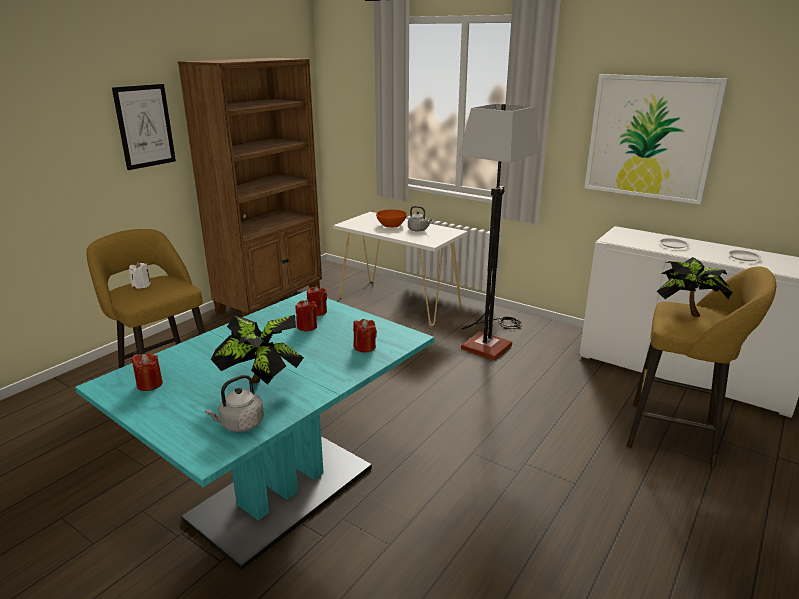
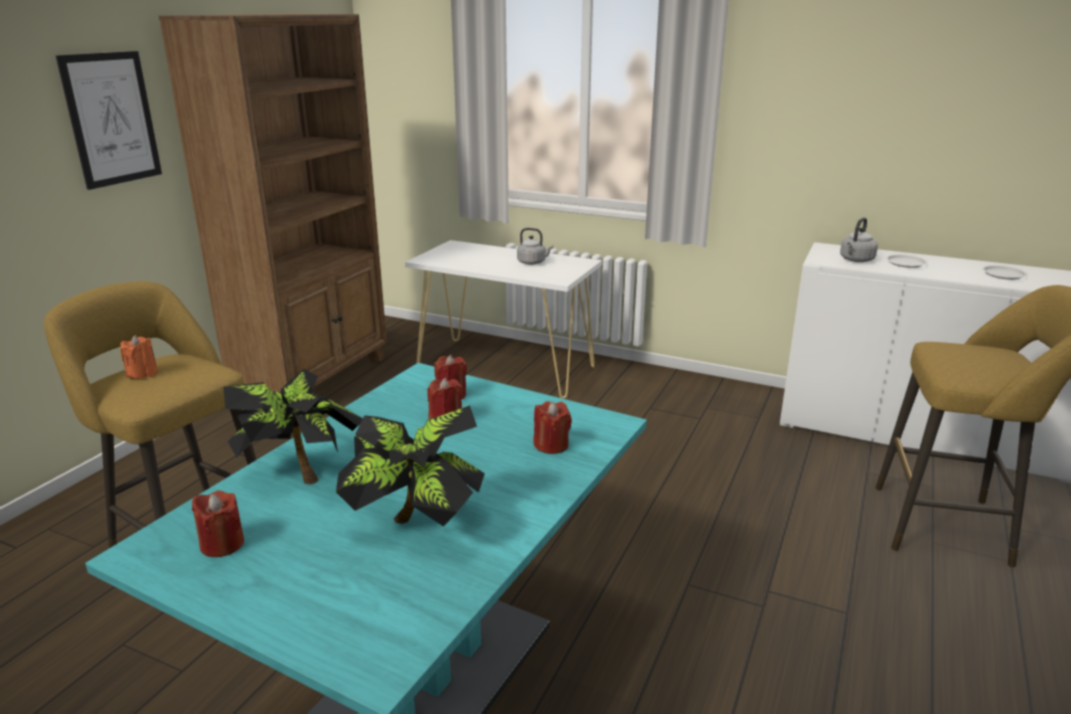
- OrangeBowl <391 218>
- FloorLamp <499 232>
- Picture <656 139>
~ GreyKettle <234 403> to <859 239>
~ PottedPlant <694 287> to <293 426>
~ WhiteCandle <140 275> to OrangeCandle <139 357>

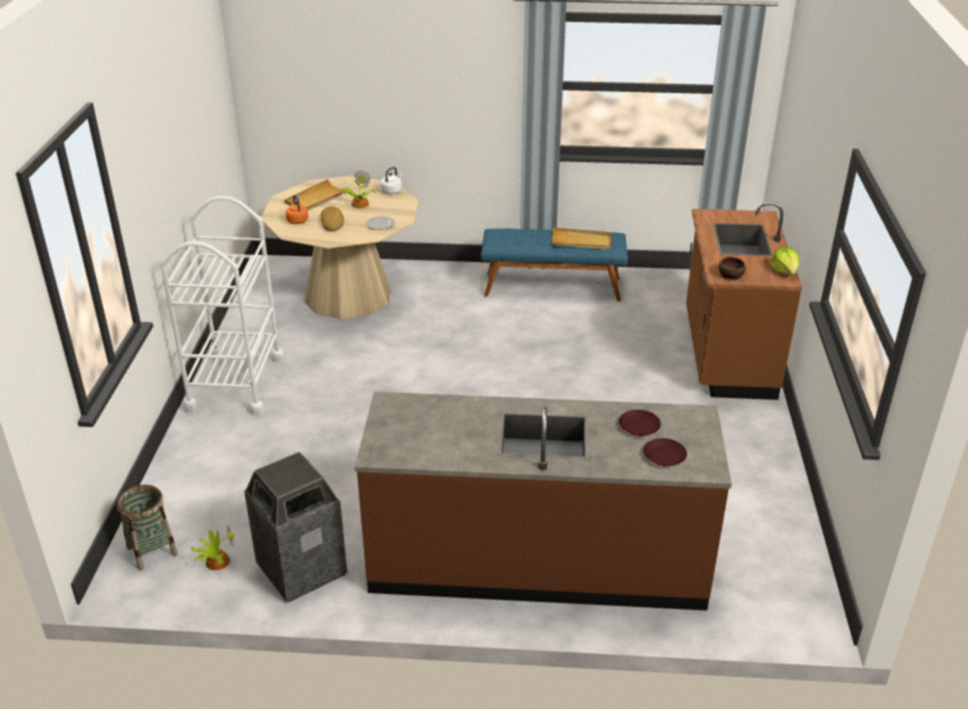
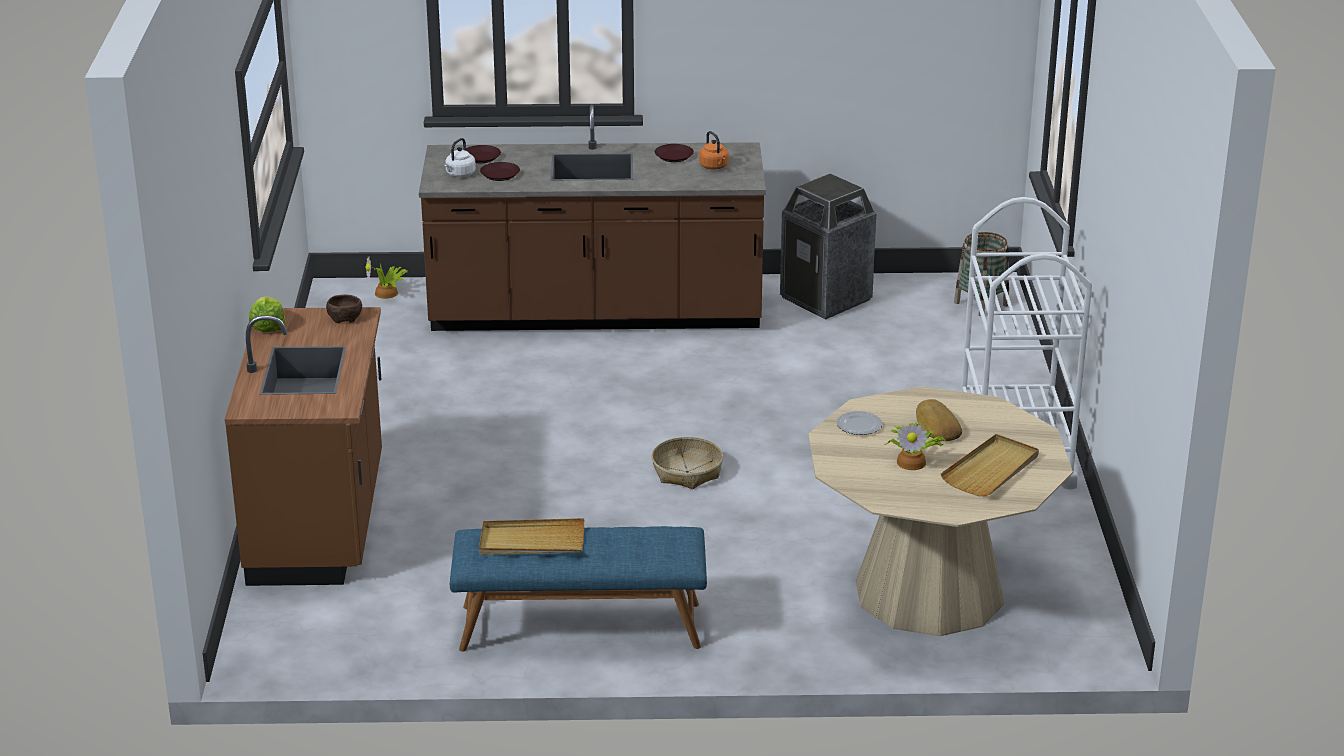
+ Basket <687 463>
+ BrownPlate <674 153>
~ PottedPlant <212 548> to <386 277>
~ OrangeKettle <296 209> to <714 150>
~ WhiteKettle <391 180> to <460 157>

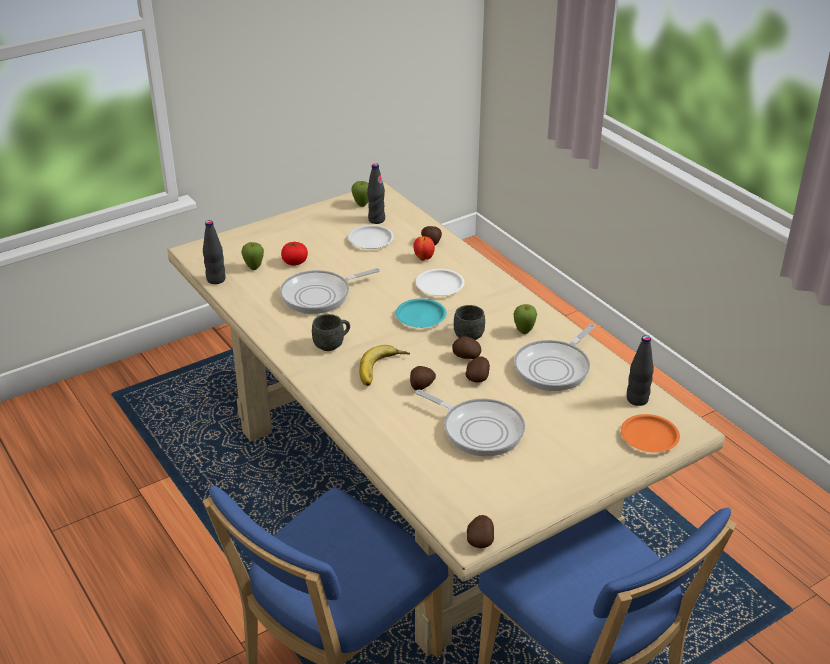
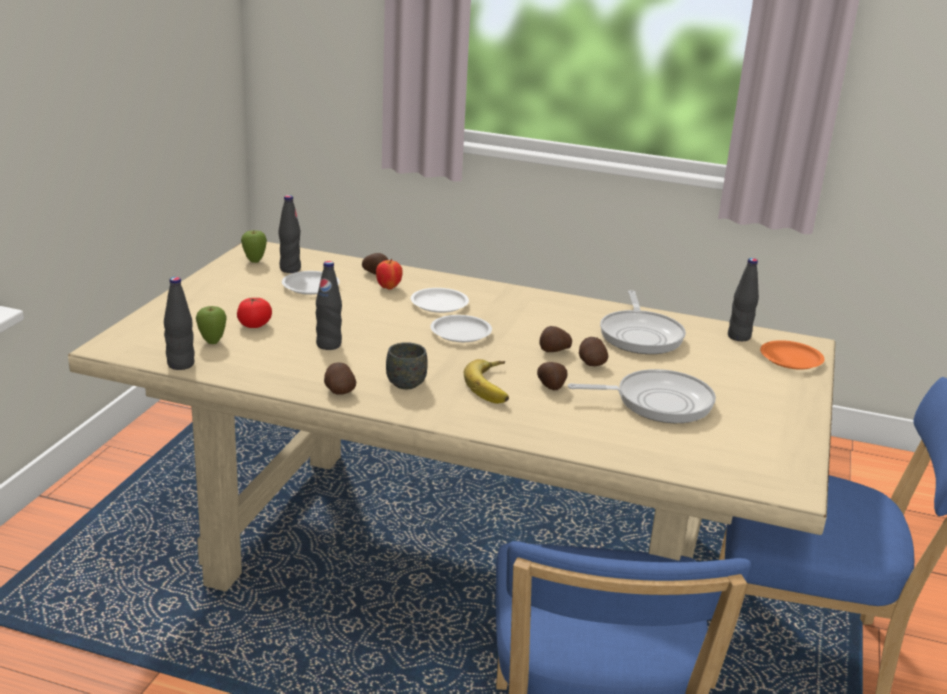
- GreyMug <469 322>
- Apple <525 319>
~ Potato <480 531> to <340 378>
~ FryingPan <330 291> to BlackBottle <329 305>
~ TurquoisePlate <421 313> to WhitePlate <461 328>

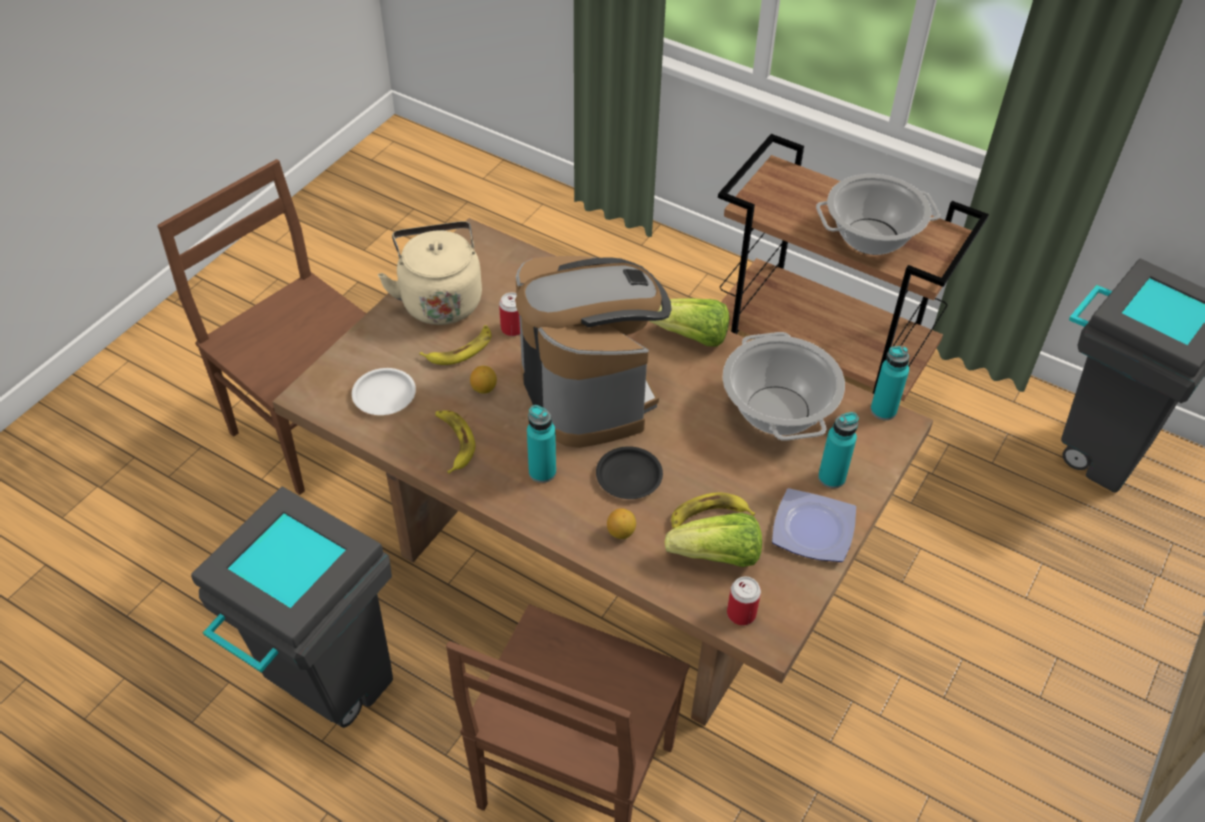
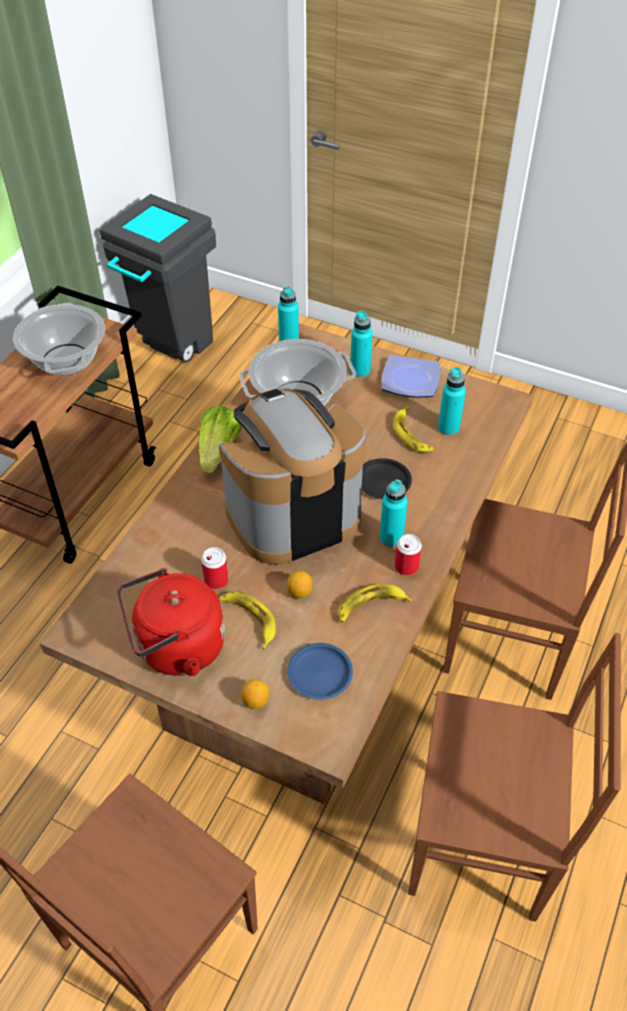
~ Lemon <621 523> to <255 694>
~ Can <744 601> to <408 555>
~ GreyTrashCan <292 607> to BrownChair <514 777>
~ Lettuce <713 540> to TurquoiseBottle <452 401>
~ WhitePlate <384 391> to BluePlate <320 671>
~ BeigeKettle <430 273> to RedKettle <171 622>

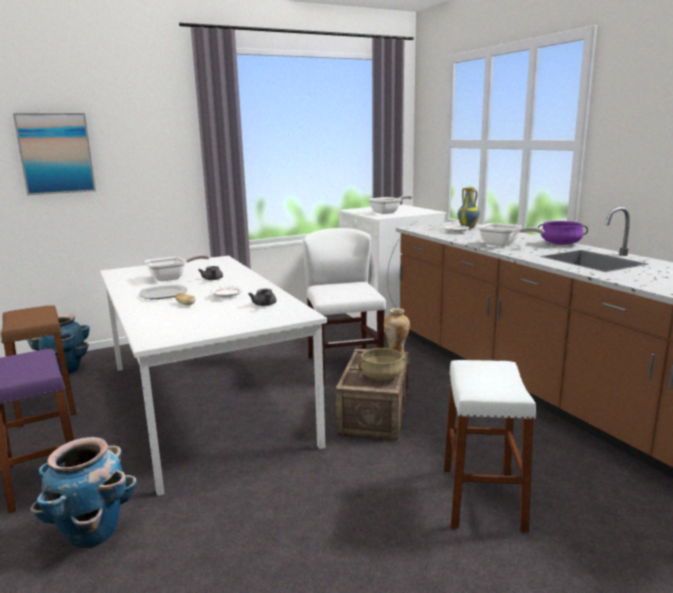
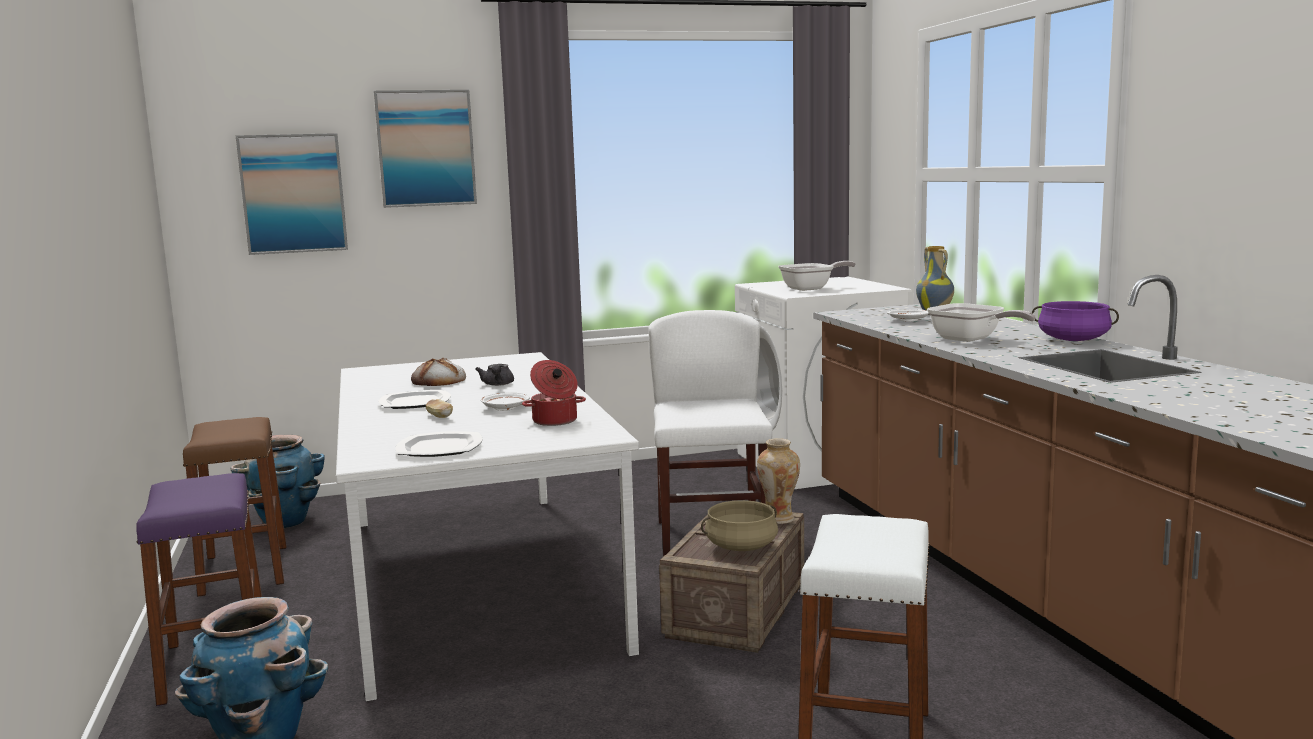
+ Picture <425 149>
+ Plate <439 444>
~ FryingPan <177 268> to Bread <438 372>
~ GreyTeapot <262 297> to CookingPot <554 393>

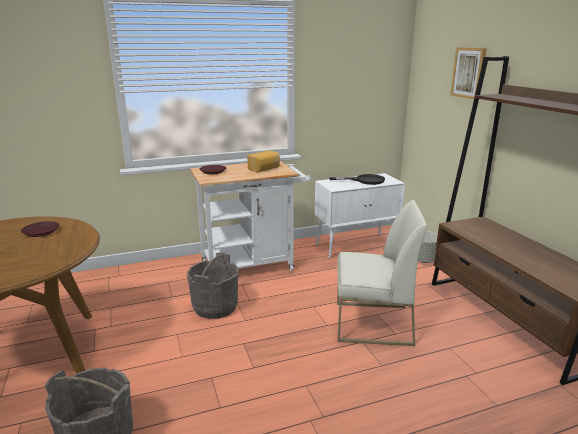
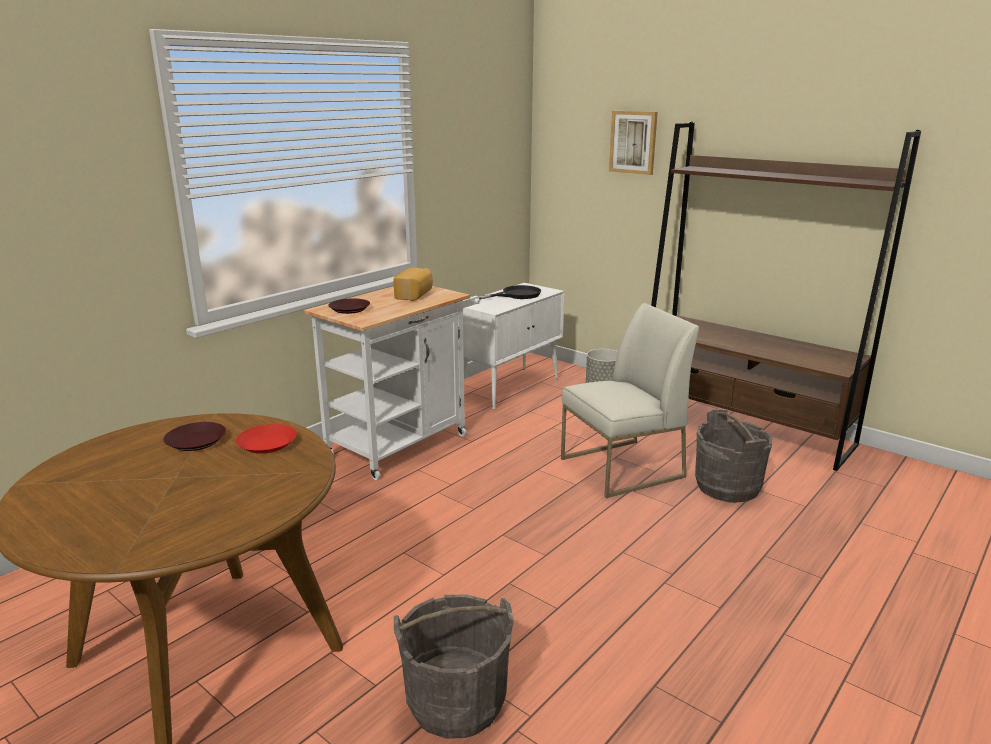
+ RedPlate <266 439>
~ GreyBucket <213 285> to <734 456>

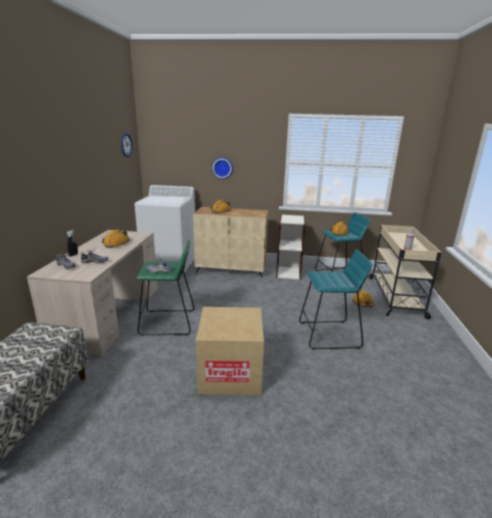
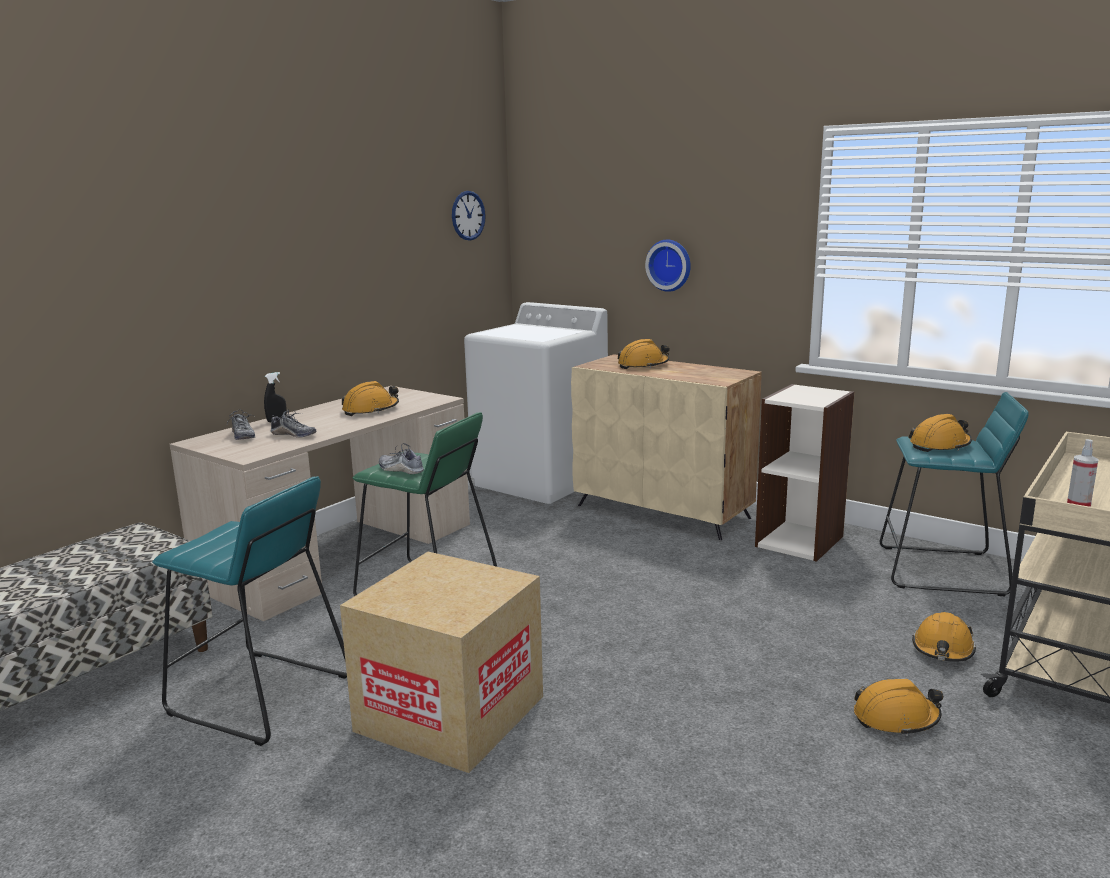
+ OrangeHardHat <898 707>
~ TurquoiseStool <335 299> to <249 611>

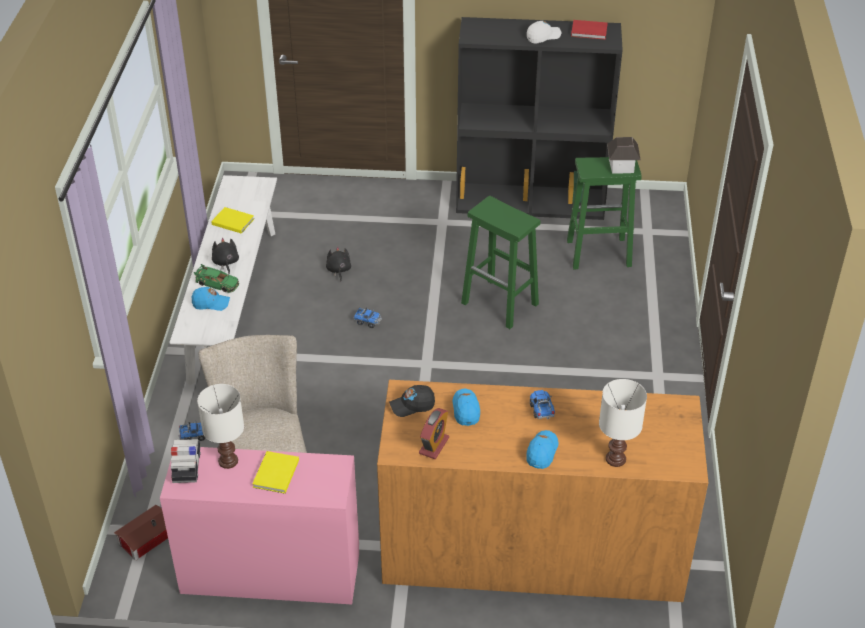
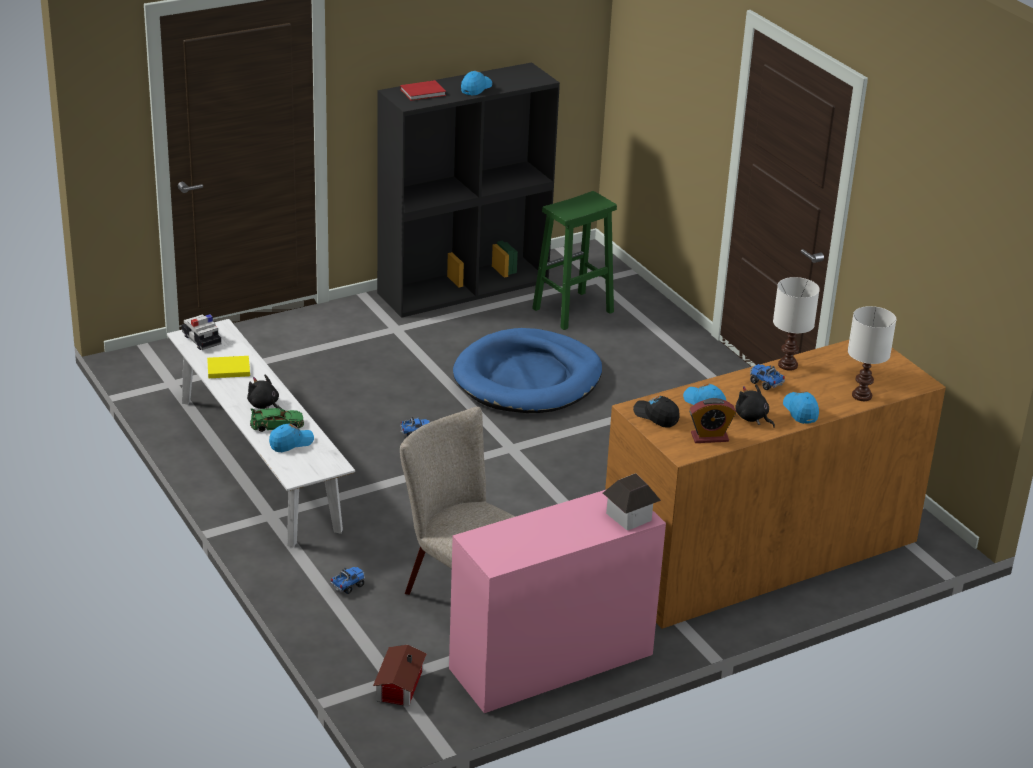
- YellowBook <275 472>
~ ToyCar <186 461> to <201 332>
~ WhiteTableLamp <220 426> to <796 324>
~ BlackPlushToy <338 264> to <755 406>
~ RedBook <589 30> to <423 90>
~ ToyHouse <624 155> to <632 501>
~ GreenStool <501 262> to BlueDogBed <527 370>
~ WhiteCap <544 32> to BlueCap <476 83>
~ BlackCap <412 401> = <656 411> 90 degrees clockwise
~ AlarmClock <434 433> = <712 420> 90 degrees clockwise

